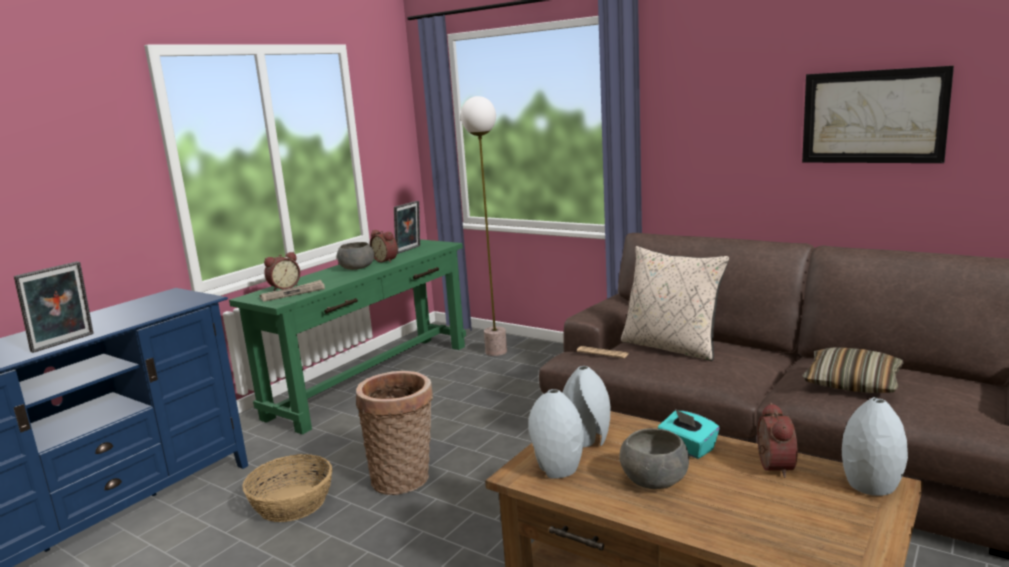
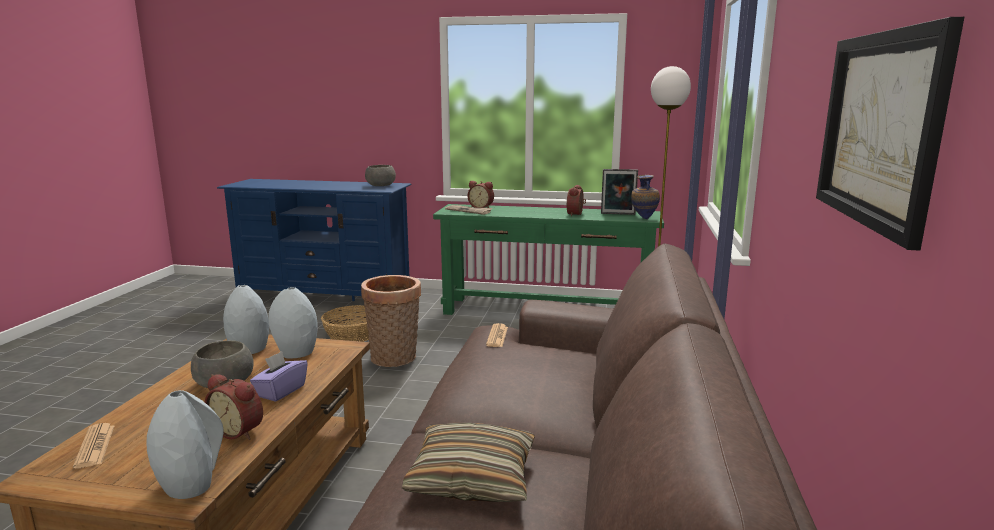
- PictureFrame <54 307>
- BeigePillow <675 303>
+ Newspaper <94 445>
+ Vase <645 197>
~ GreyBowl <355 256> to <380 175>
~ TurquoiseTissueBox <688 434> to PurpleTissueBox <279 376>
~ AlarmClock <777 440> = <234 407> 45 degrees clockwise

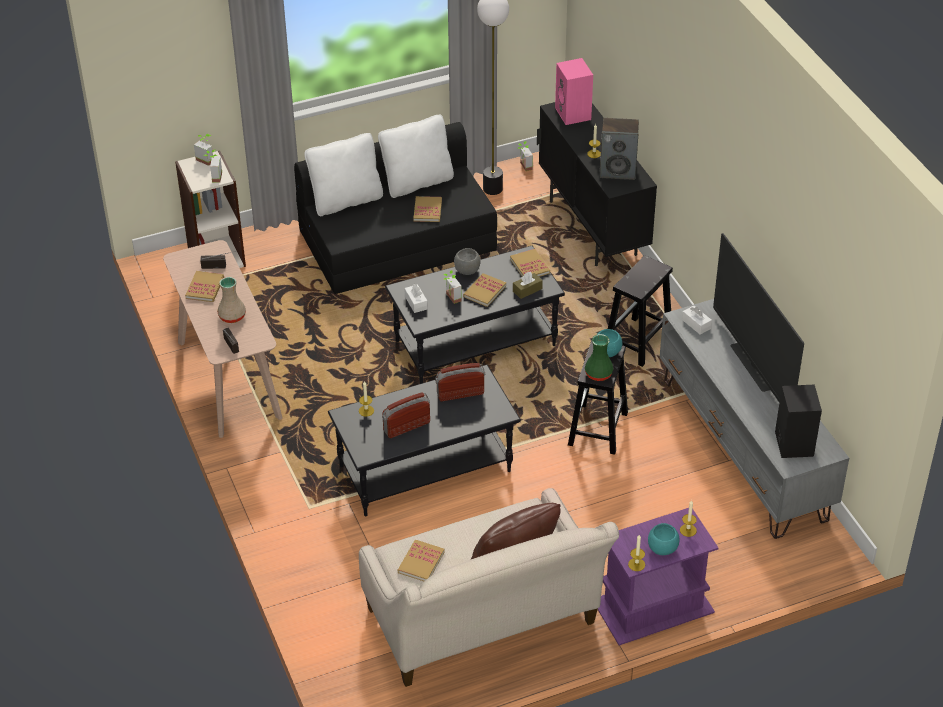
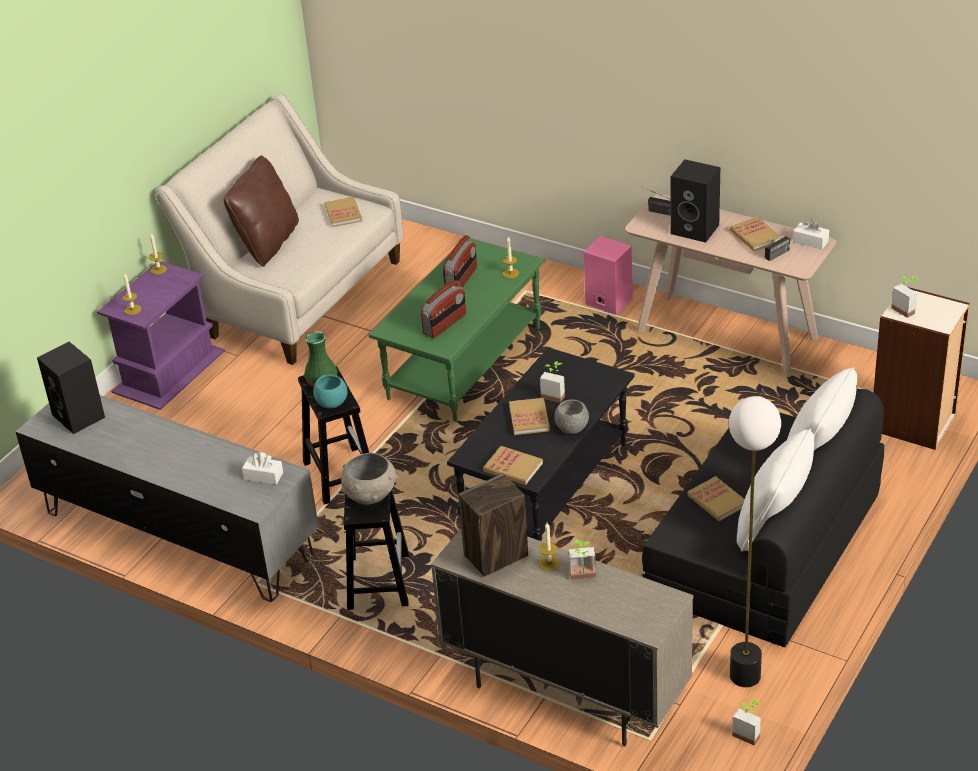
- BrownTissueBox <528 285>
- TurquoiseBowl <664 539>
- Television <758 317>
+ GreyBowl <369 479>
~ PottedPlant <203 150> to <582 560>
~ WhiteTissueBox <416 298> to <811 234>
~ PinkSpeaker <574 91> to <608 275>
~ BeigeVase <231 300> to BlackSpeaker <695 201>
~ BlackCoffeeTable <424 440> to GreenCoffeeTable <456 329>
~ BlackCabinet <597 184> to BeigeCabinet <562 637>

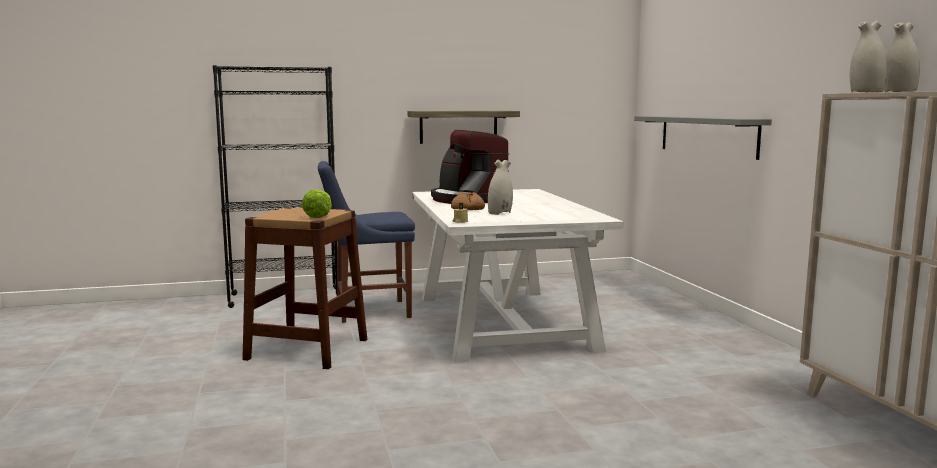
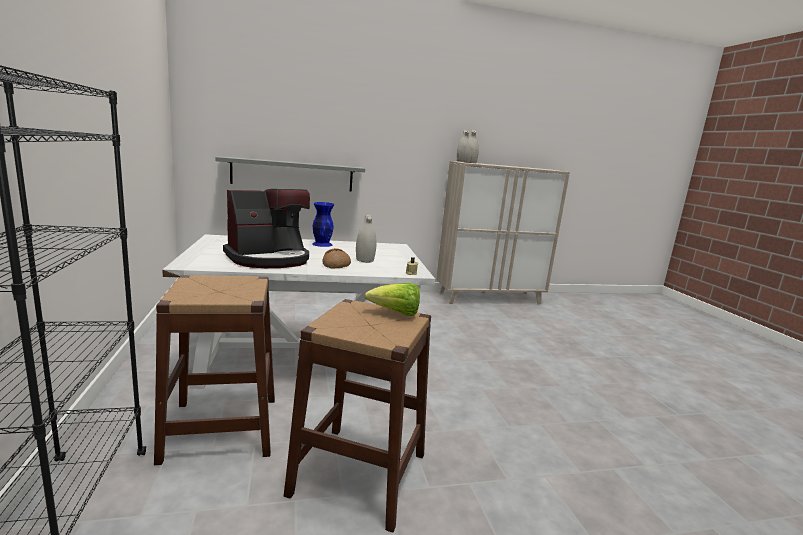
- Shelf <464 127>
+ BlueVase <323 224>
~ BlueChair <366 242> to BrownStool <214 370>

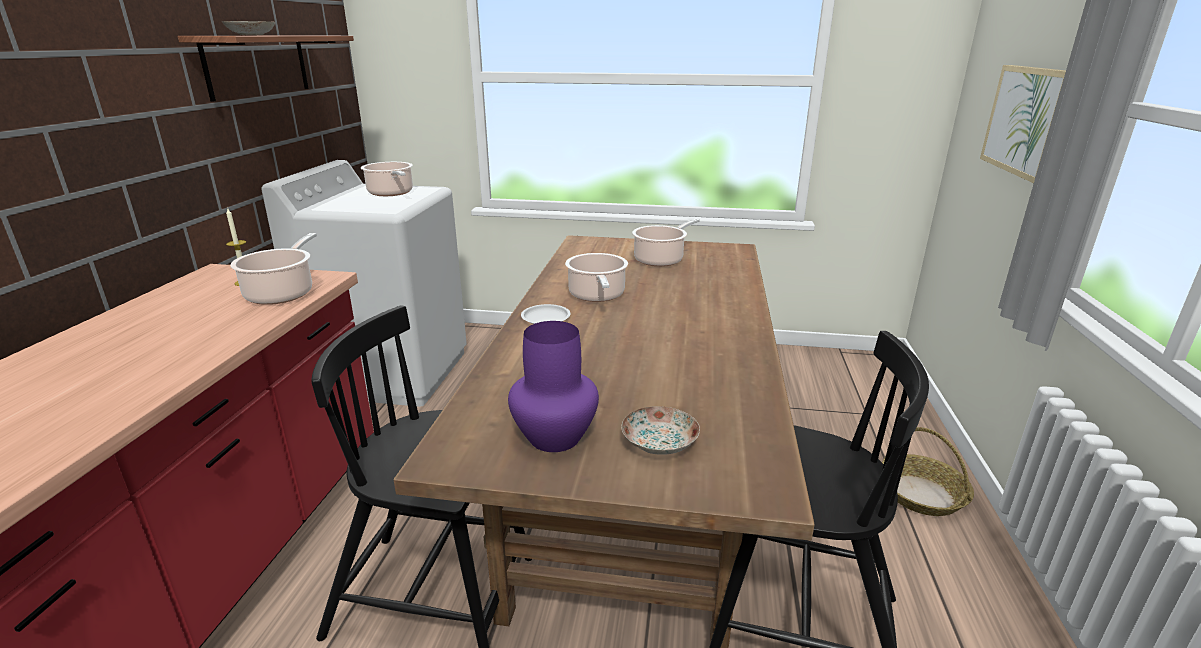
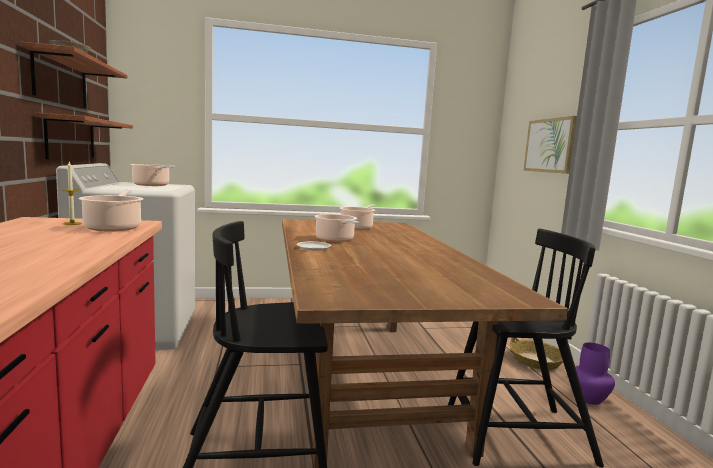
- Plate <660 430>
+ Shelf <84 136>
~ PurpleVase <553 386> to <595 374>

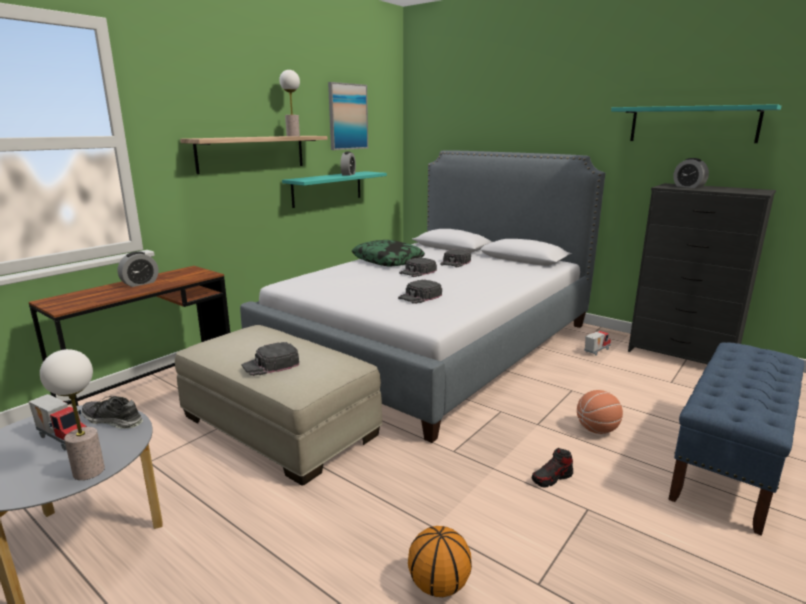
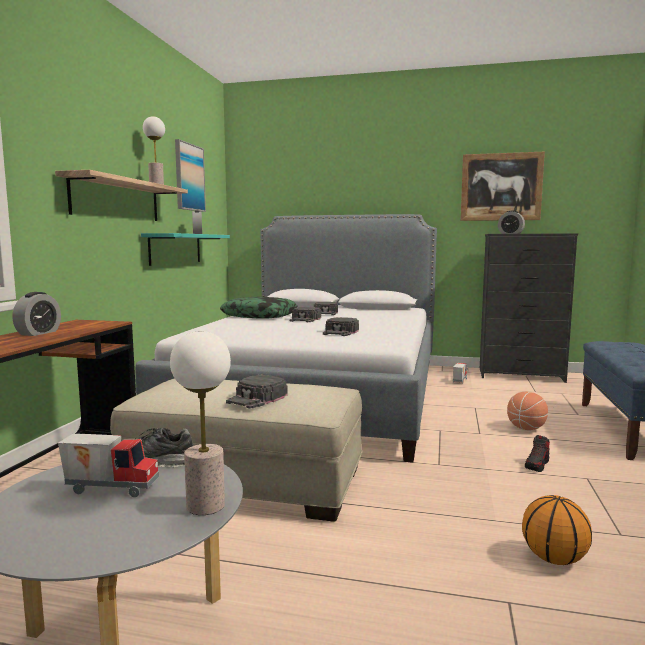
~ TurquoiseShelf <696 123> to Picture <502 186>

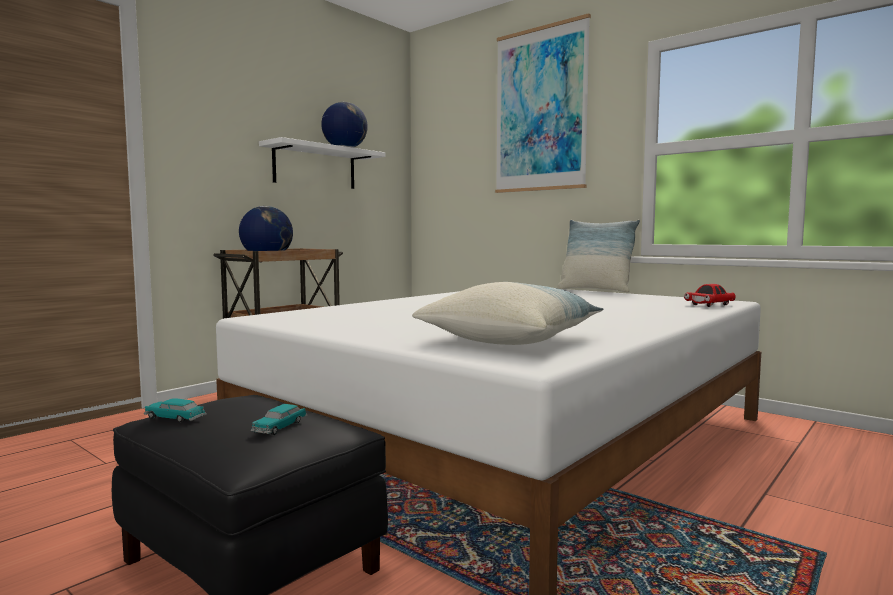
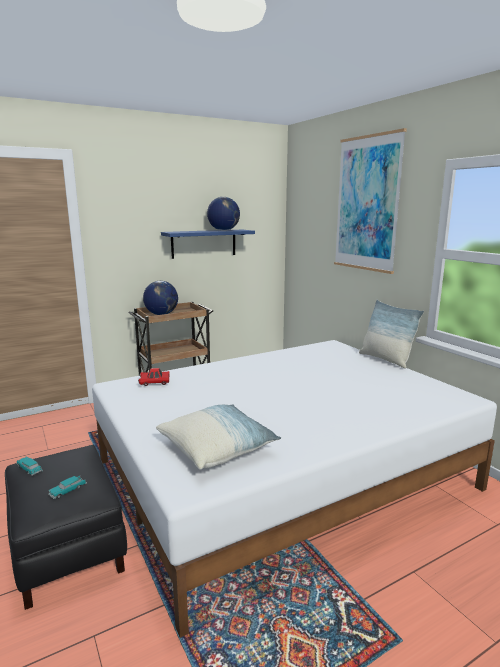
~ RedToyCar <710 295> to <154 377>
~ WhiteShelf <322 163> to BlueShelf <208 244>

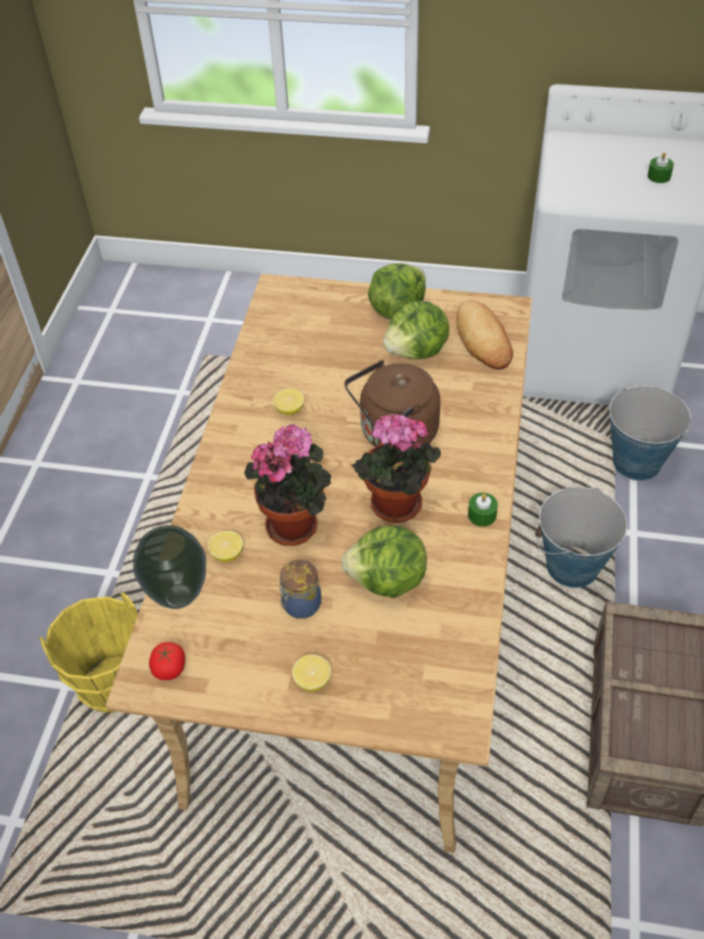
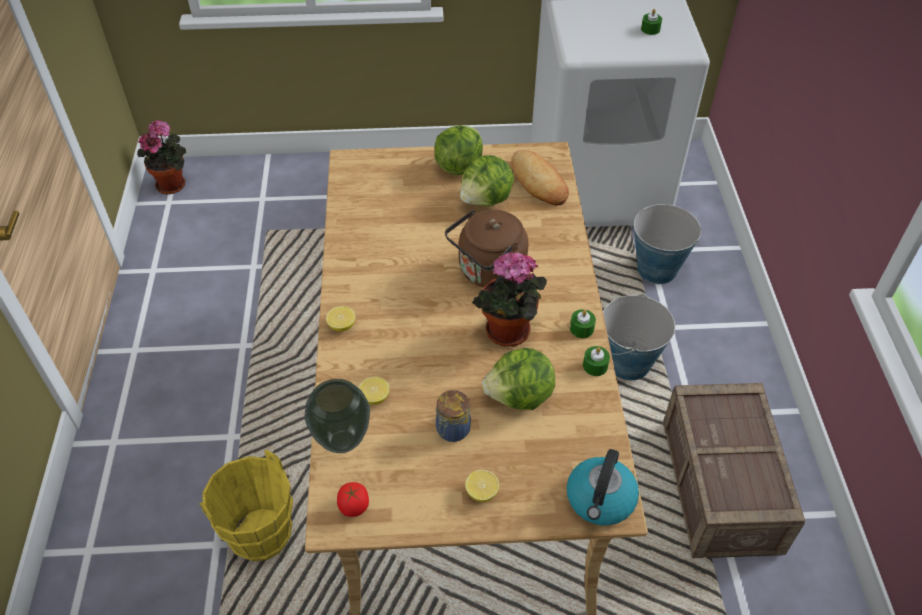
+ Kettle <603 487>
+ GreenCandle <596 361>
~ PottedPlant <287 484> to <161 156>
~ Lemon <288 402> to <340 319>

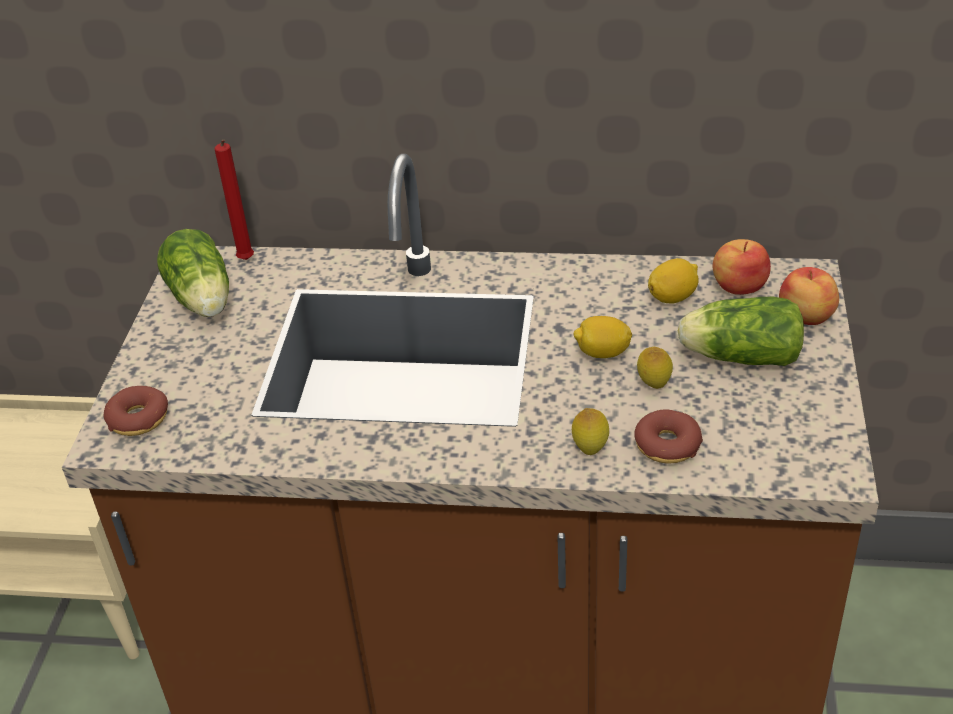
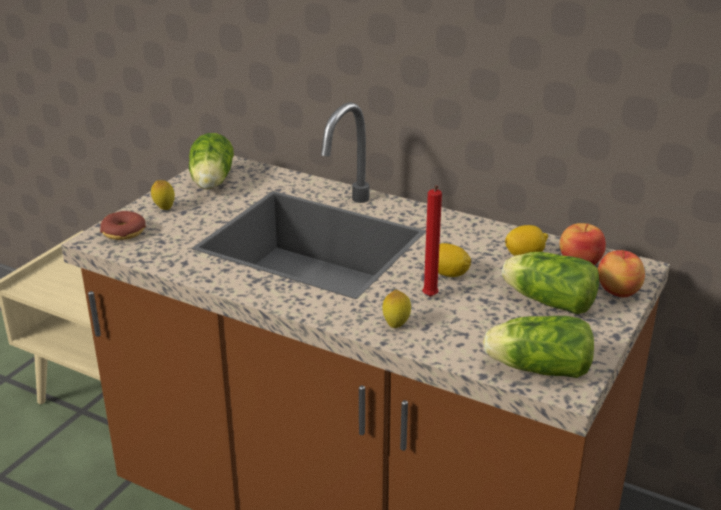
- Donut <668 436>
+ Lettuce <538 347>
~ RedCandle <234 200> to <432 241>
~ Lemon <655 368> to <163 195>

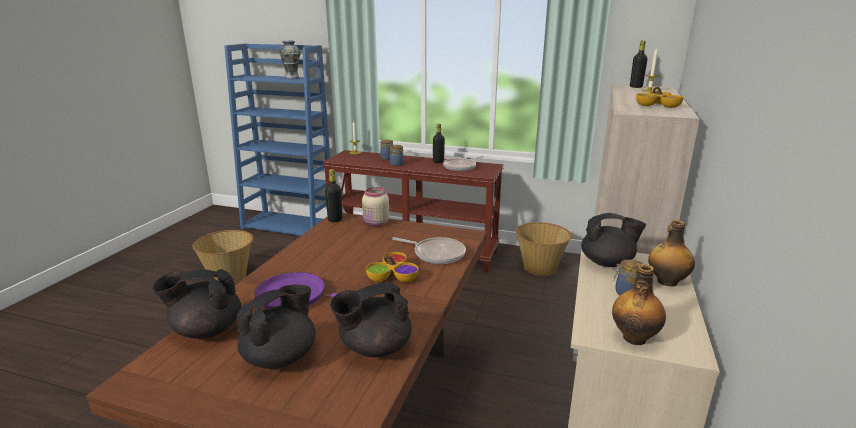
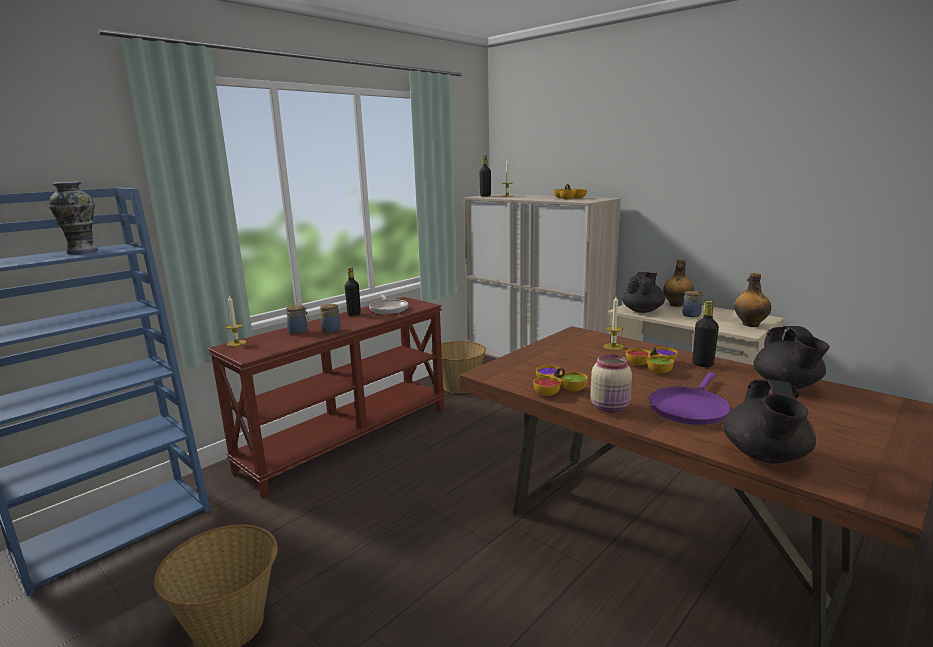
- BlackTeapot <276 327>
+ Bowl <560 380>
~ BlackBottle <334 195> to <706 334>
~ BeigeJar <375 207> to <611 383>
~ FryingPan <429 250> to Candle <613 323>

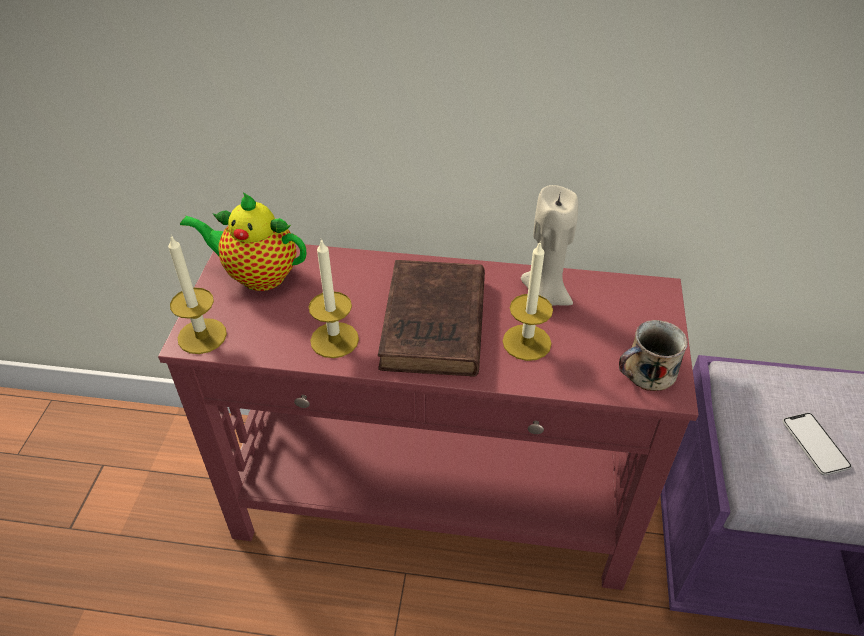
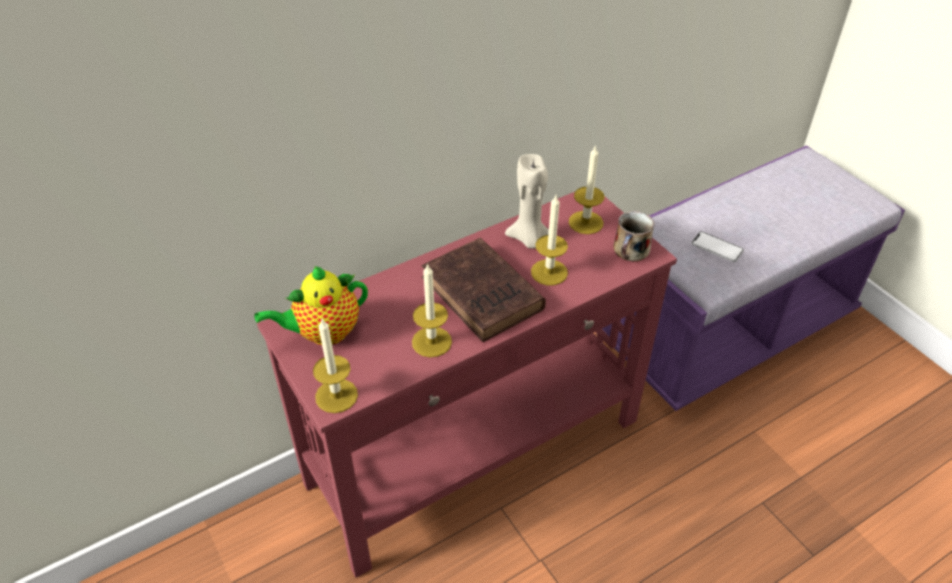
+ Candle <587 189>

